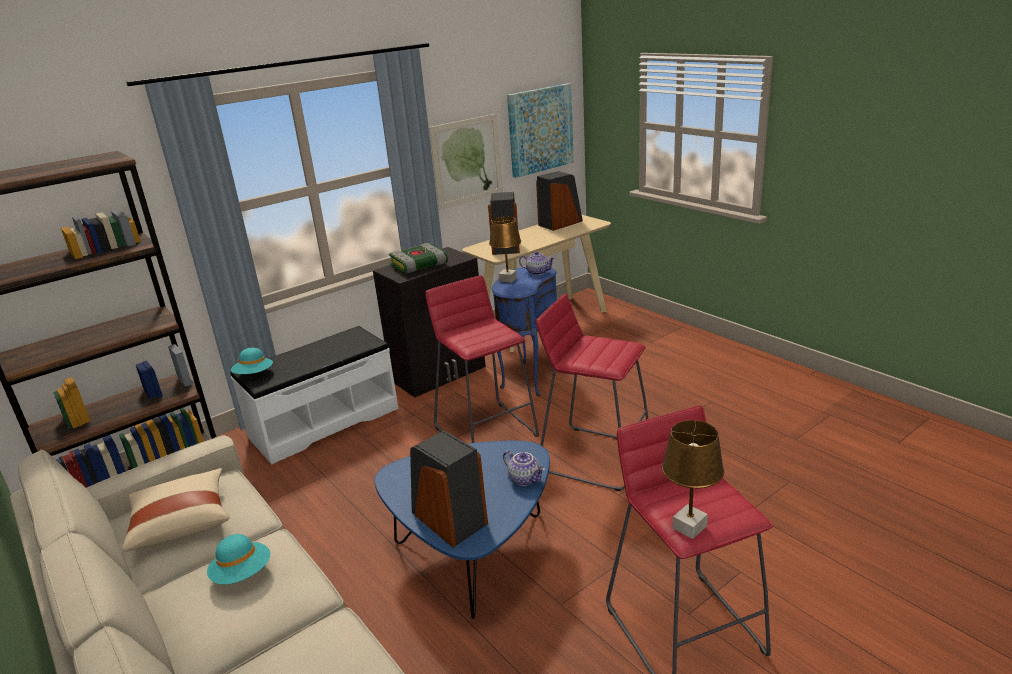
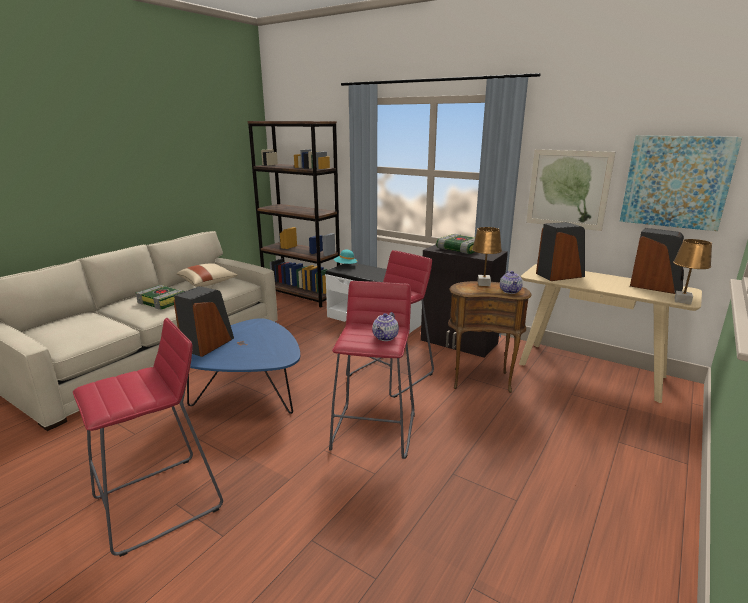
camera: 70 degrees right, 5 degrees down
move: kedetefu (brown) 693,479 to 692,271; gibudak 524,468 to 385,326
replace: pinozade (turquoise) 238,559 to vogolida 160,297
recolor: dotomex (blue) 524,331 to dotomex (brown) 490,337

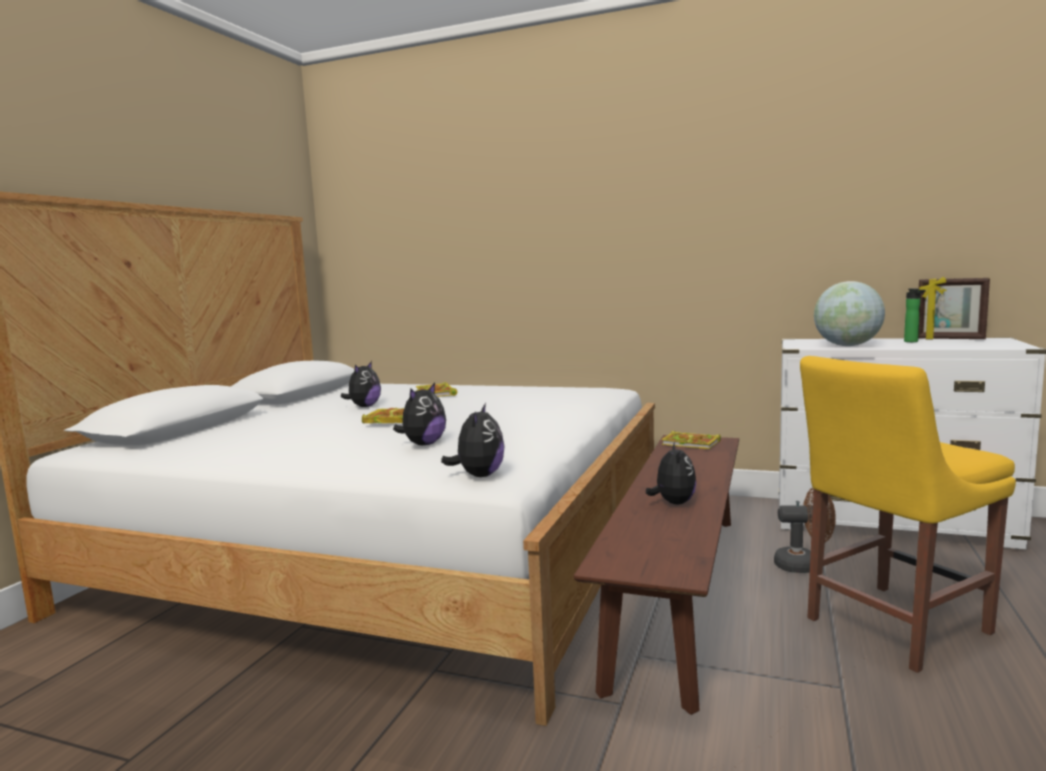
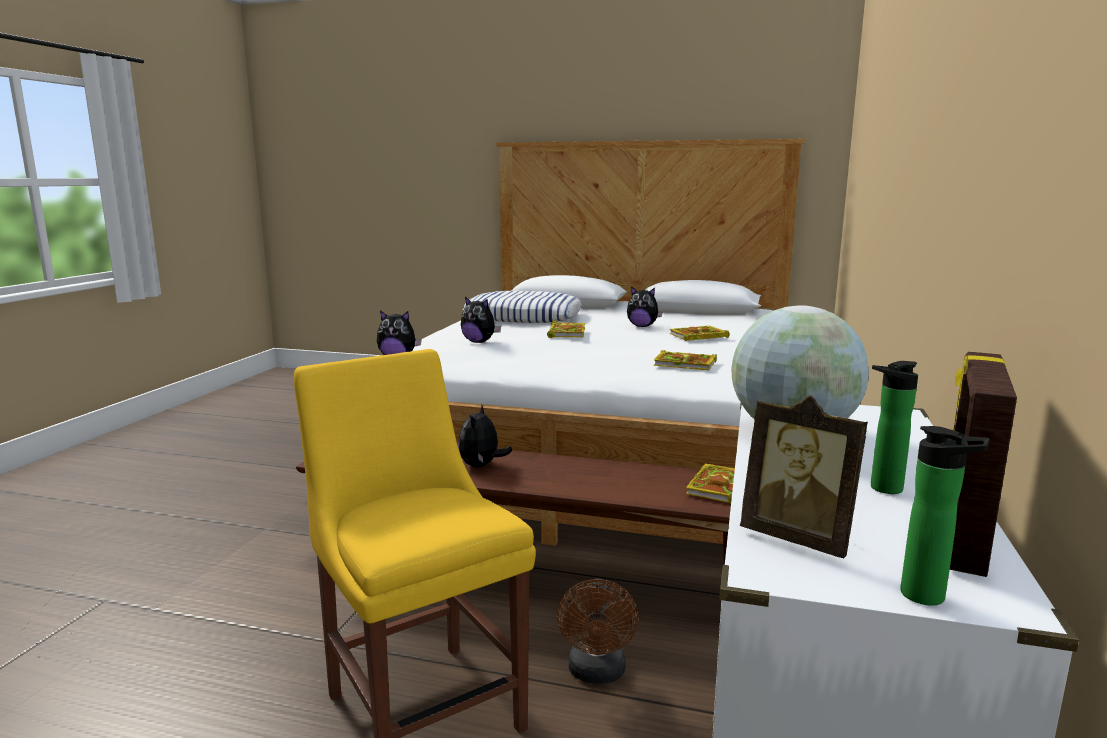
camera: 85 degrees right, 5 degrees up
insert: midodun 522,307; vogolida 685,360; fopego 804,476; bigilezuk 945,516
rotate: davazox 671,473 = 485,435 105 degrees clockwise

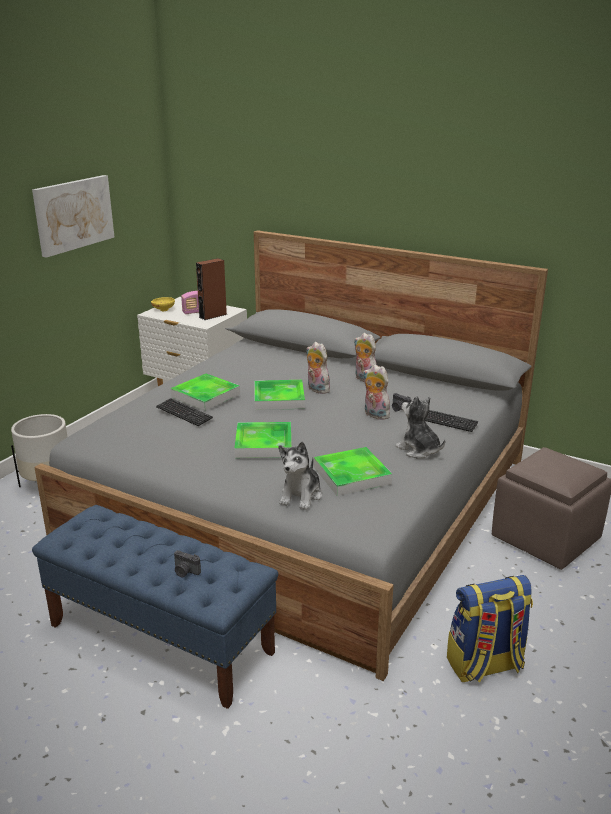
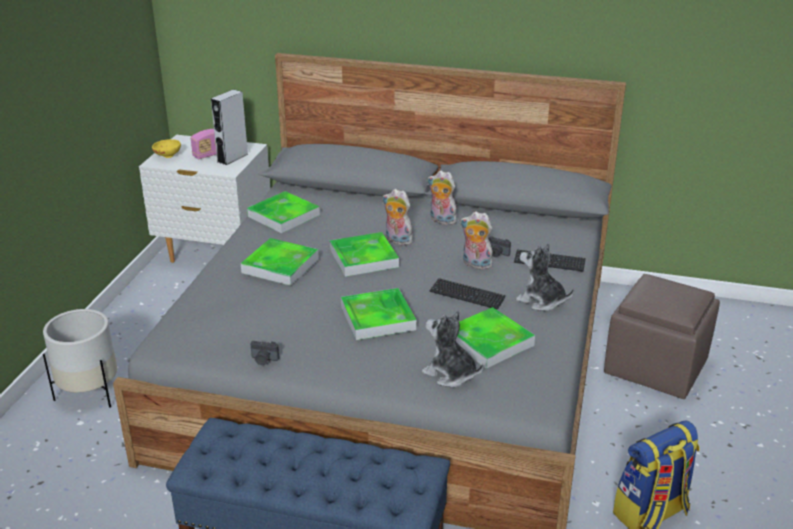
camera: 15 degrees left, 5 degrees up
delete: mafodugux 73,216
insert: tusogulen 283,212
move: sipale 184,412 to 467,294; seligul 187,564 to 264,353
recolor: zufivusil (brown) 211,289 to zufivusil (grey) 229,127
rotate: davazox 300,475 = 453,349 120 degrees clockwise

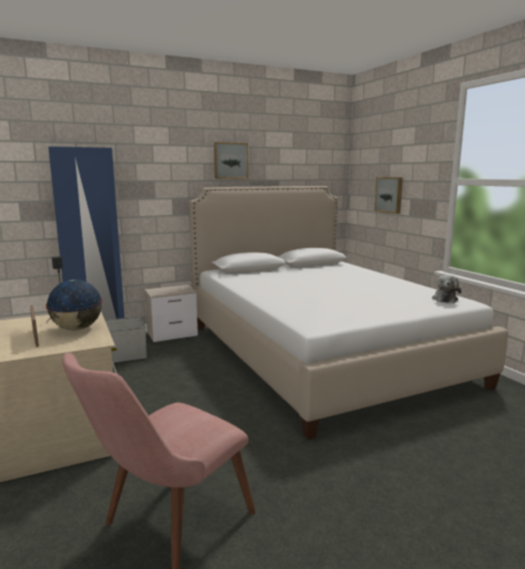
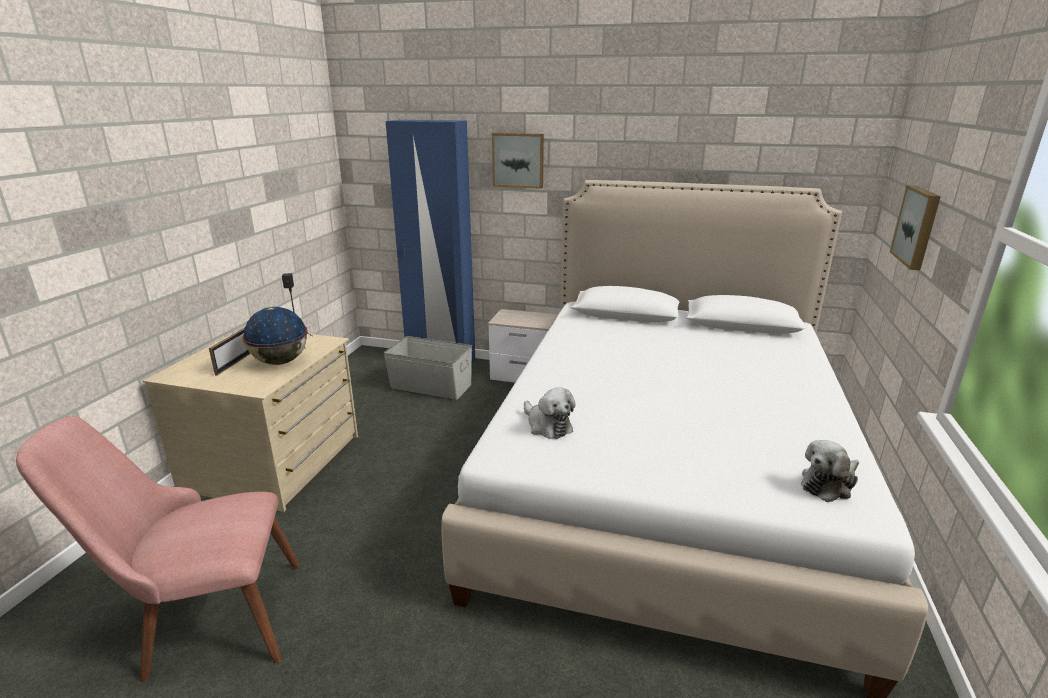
camera: 40 degrees right, 10 degrees up
insert: davazox 549,413
move: mafodugux 231,160 to 518,161

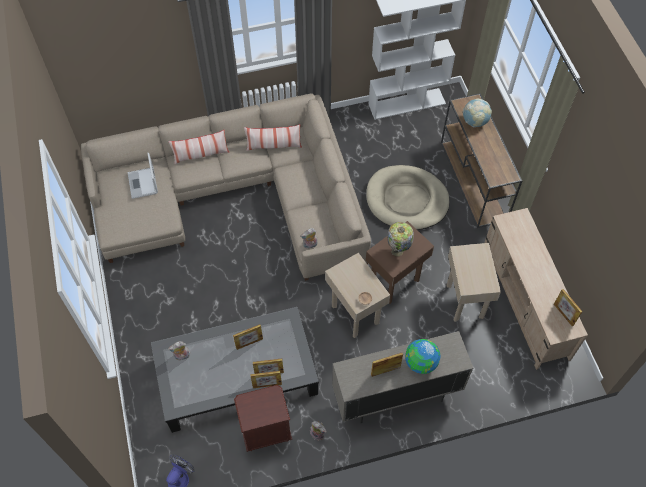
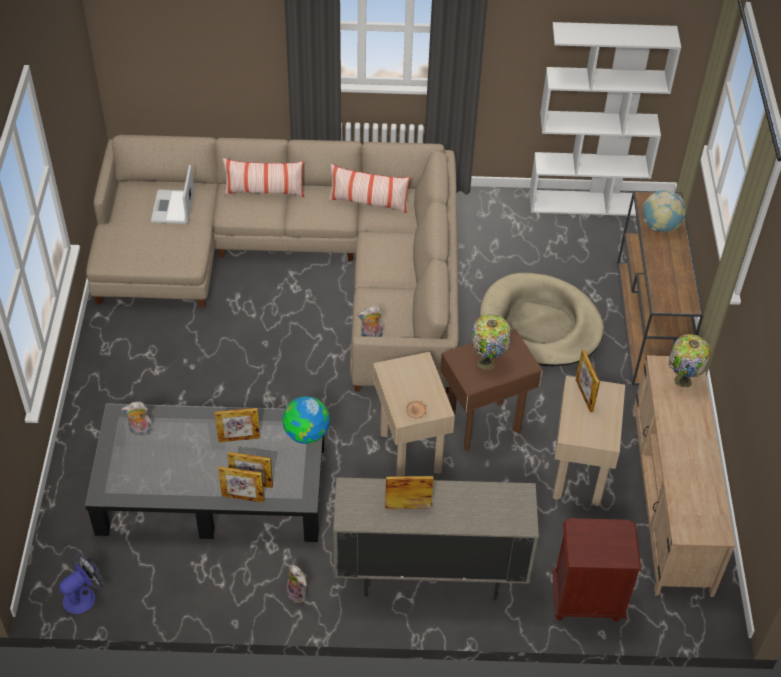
camera: 15 degrees right, 10 degrees down
insert: kedetefu 690,360
move: fopego 568,307 to 588,381; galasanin 422,356 to 306,420; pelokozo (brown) 263,418 to 596,570

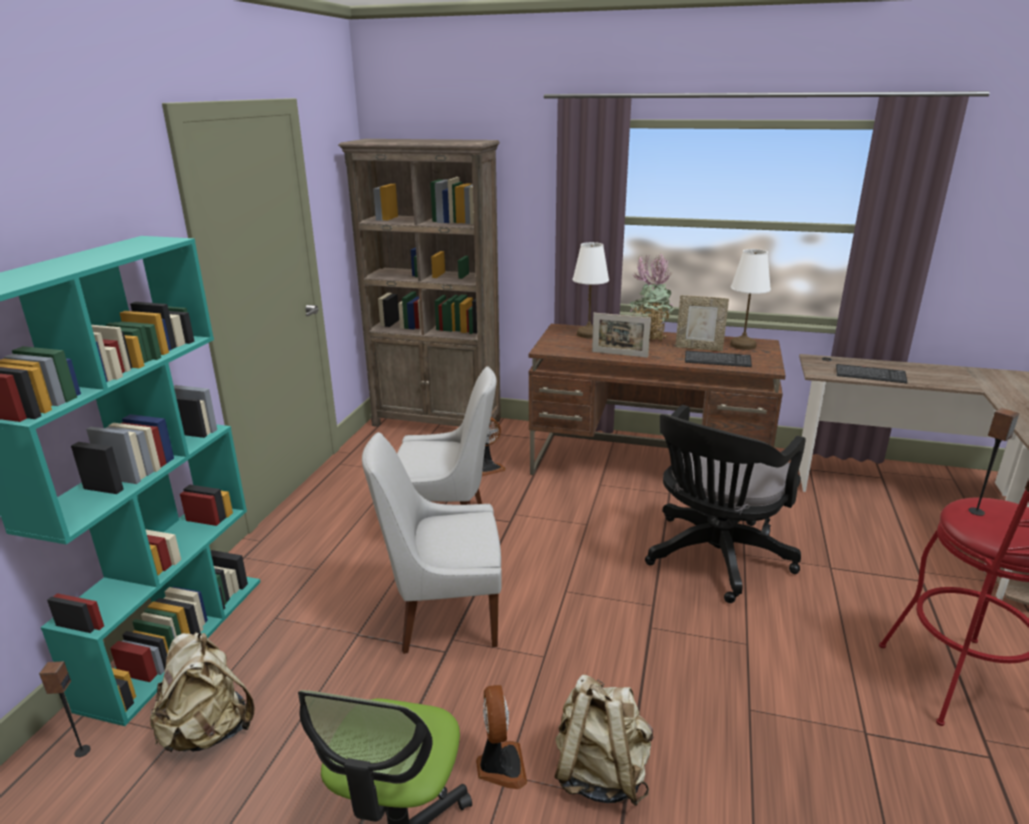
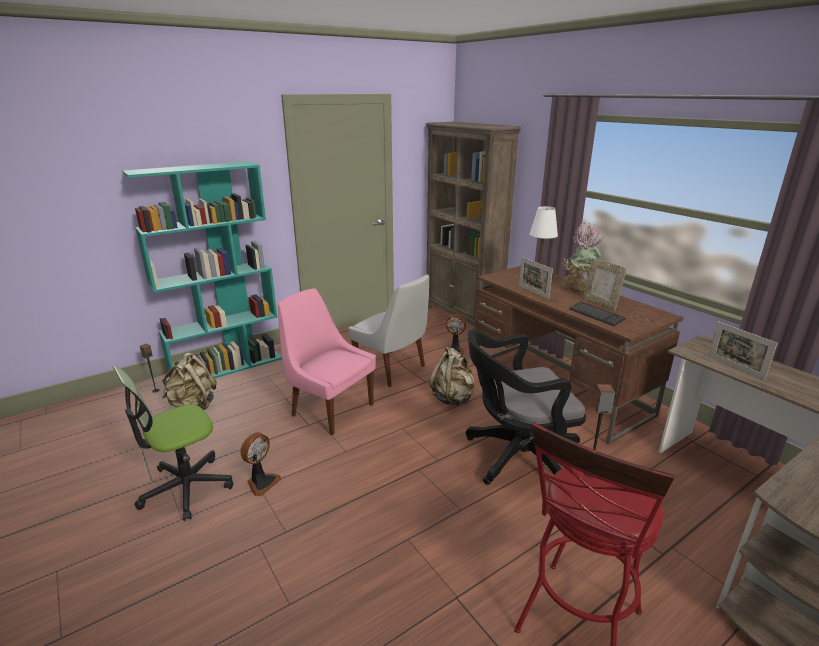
camera: 40 degrees right, 0 degrees up
delete: kedetefu (white) 750,299
move: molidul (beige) 604,740 to 452,376
replace: sipale 872,373 to fopego 743,350
recolor: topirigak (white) 432,543 to topirigak (pink) 327,361

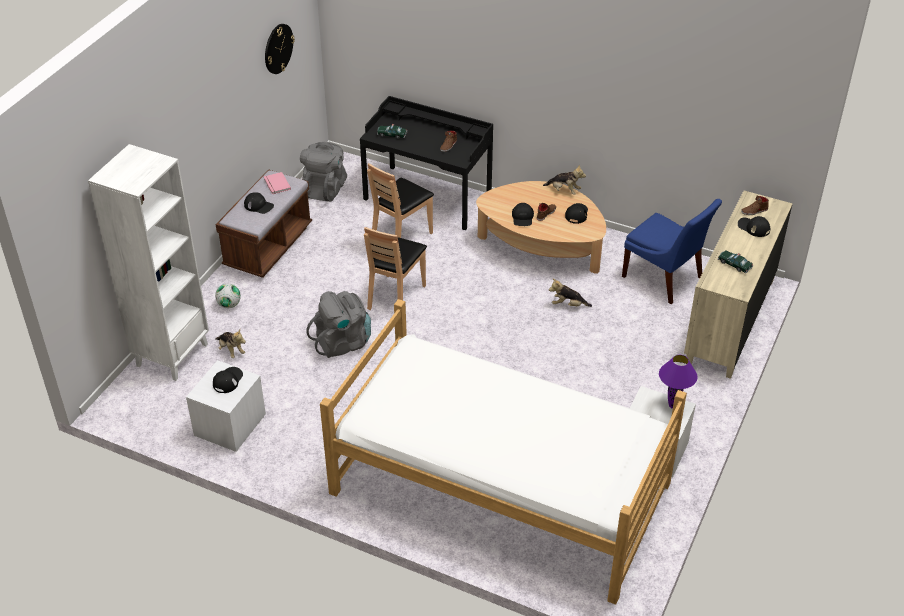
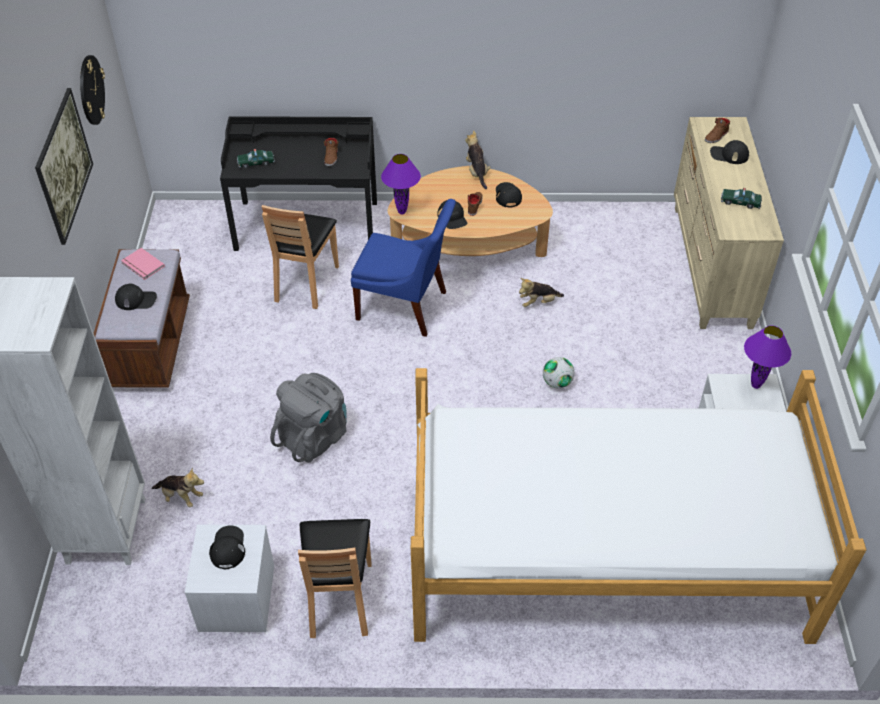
camera: 25 degrees left, 5 degrees up
delete: molidul (grey) 323,172
insert: mafodugux 64,166; kedetefu (purple) 401,184
move: topirigak (blue) 672,251 to 403,268; topirigak (brown) 395,268 to 335,578; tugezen 228,296 to 558,373
rotate: davazox 564,179 = 478,159 105 degrees counterclockwise

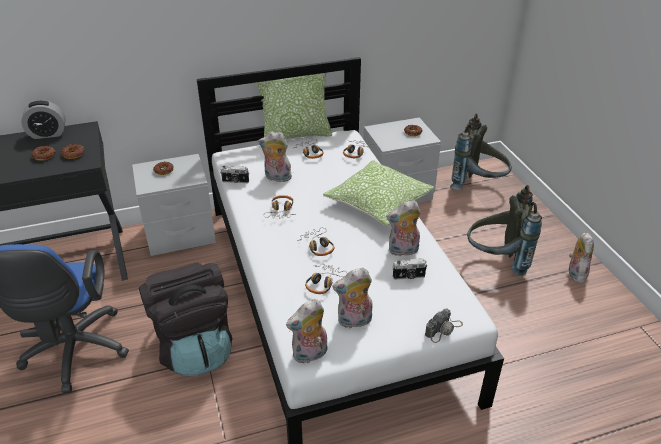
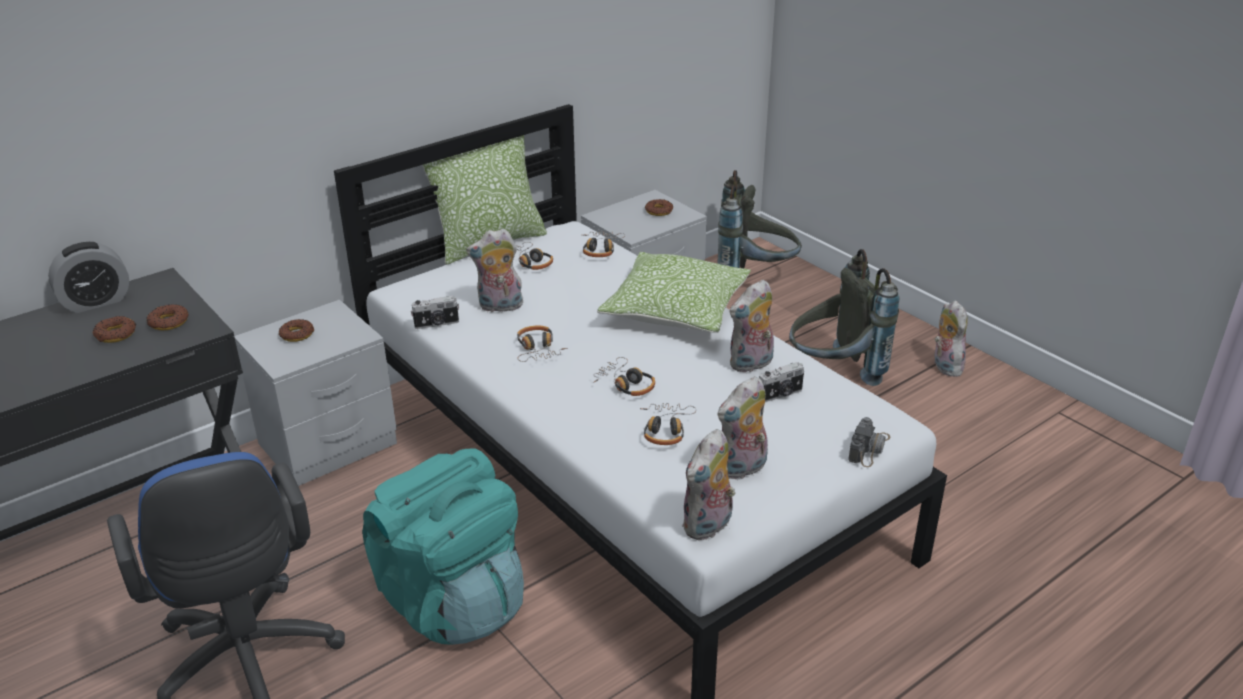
camera: 20 degrees left, 5 degrees down
recolor: molidul (black) 185,319 to molidul (turquoise) 443,547

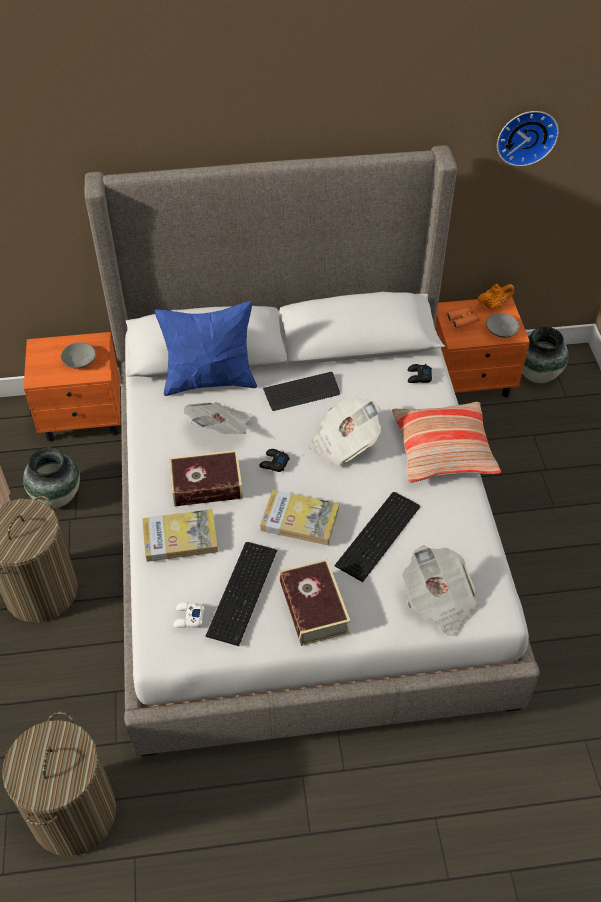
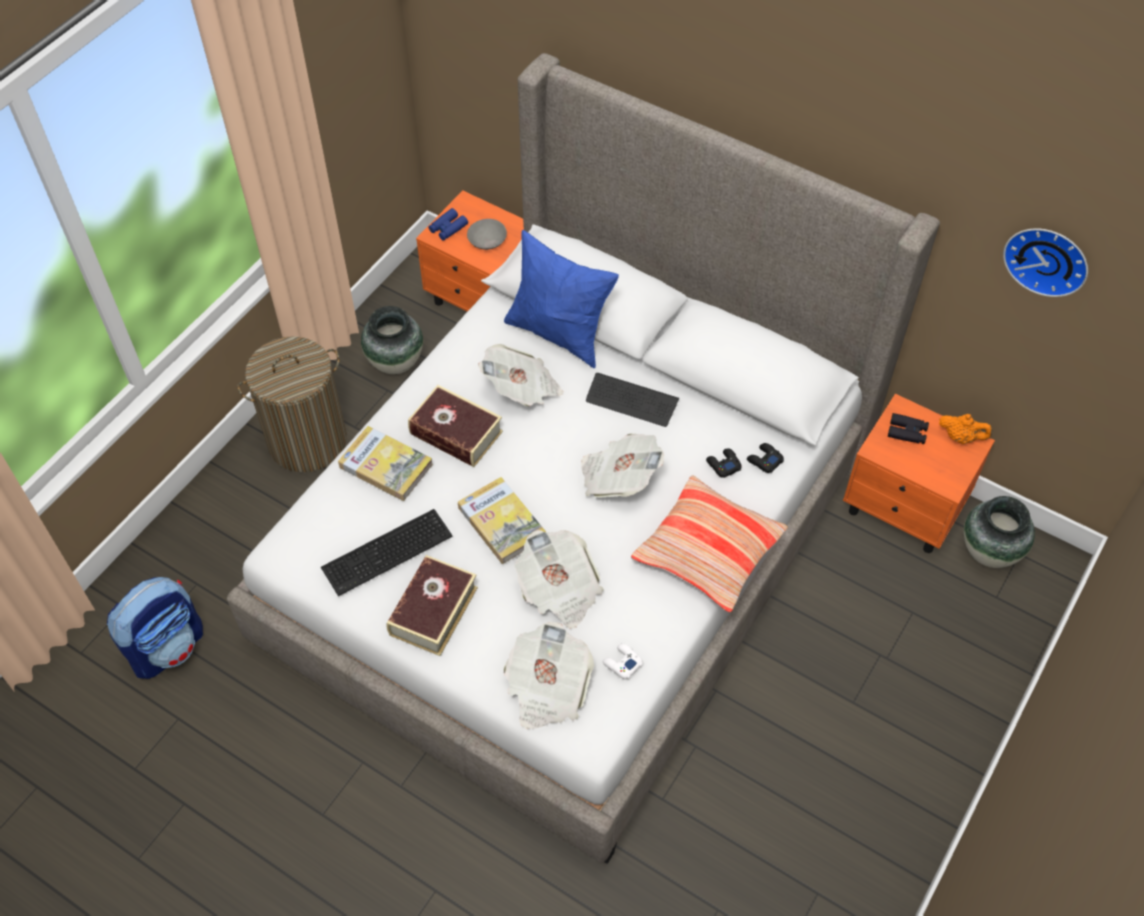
camera: 40 degrees right, 5 degrees up
delete: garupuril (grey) 503,325
insert: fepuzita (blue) 448,224
move: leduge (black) 274,460 to 724,463; leduge (white) 188,615 to 623,661
replace: sipale 377,537 to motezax 559,579; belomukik 59,784 to molidul 155,628
recolor: fepuzita (orange) 463,317 to fepuzita (black) 908,428

